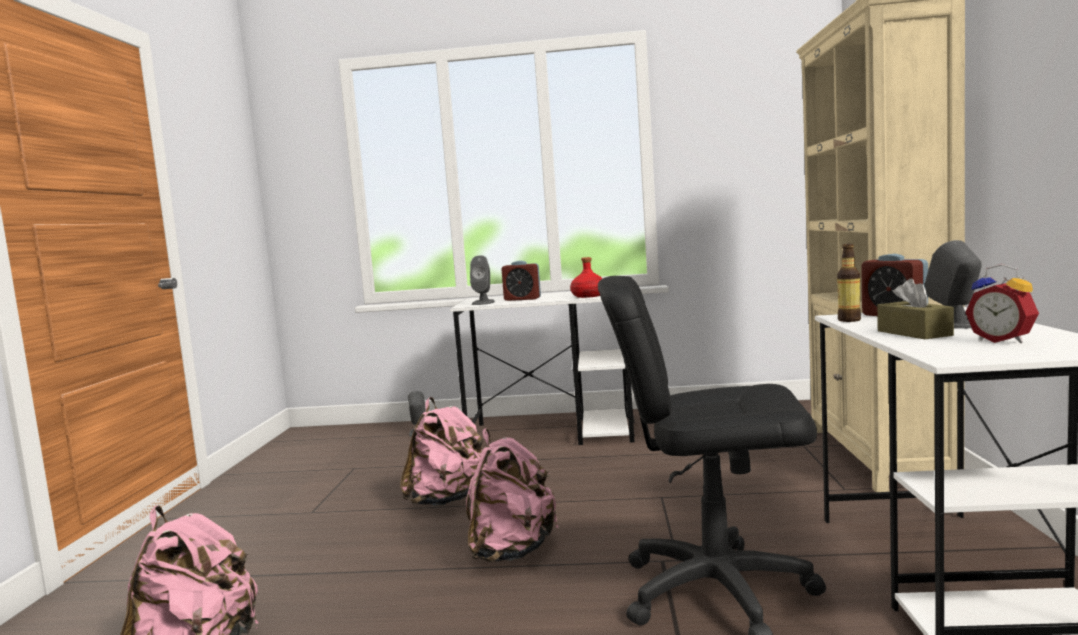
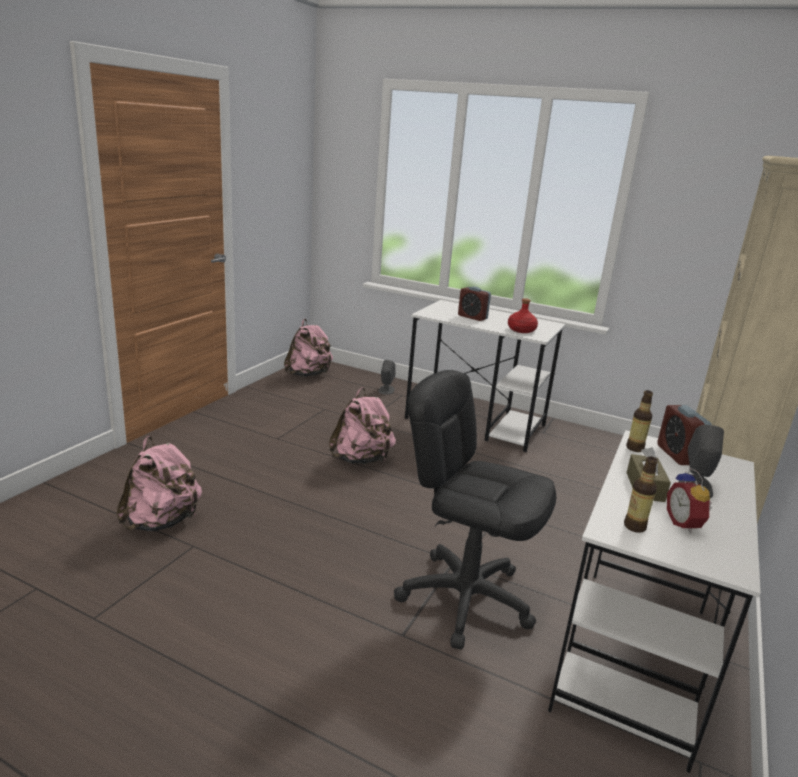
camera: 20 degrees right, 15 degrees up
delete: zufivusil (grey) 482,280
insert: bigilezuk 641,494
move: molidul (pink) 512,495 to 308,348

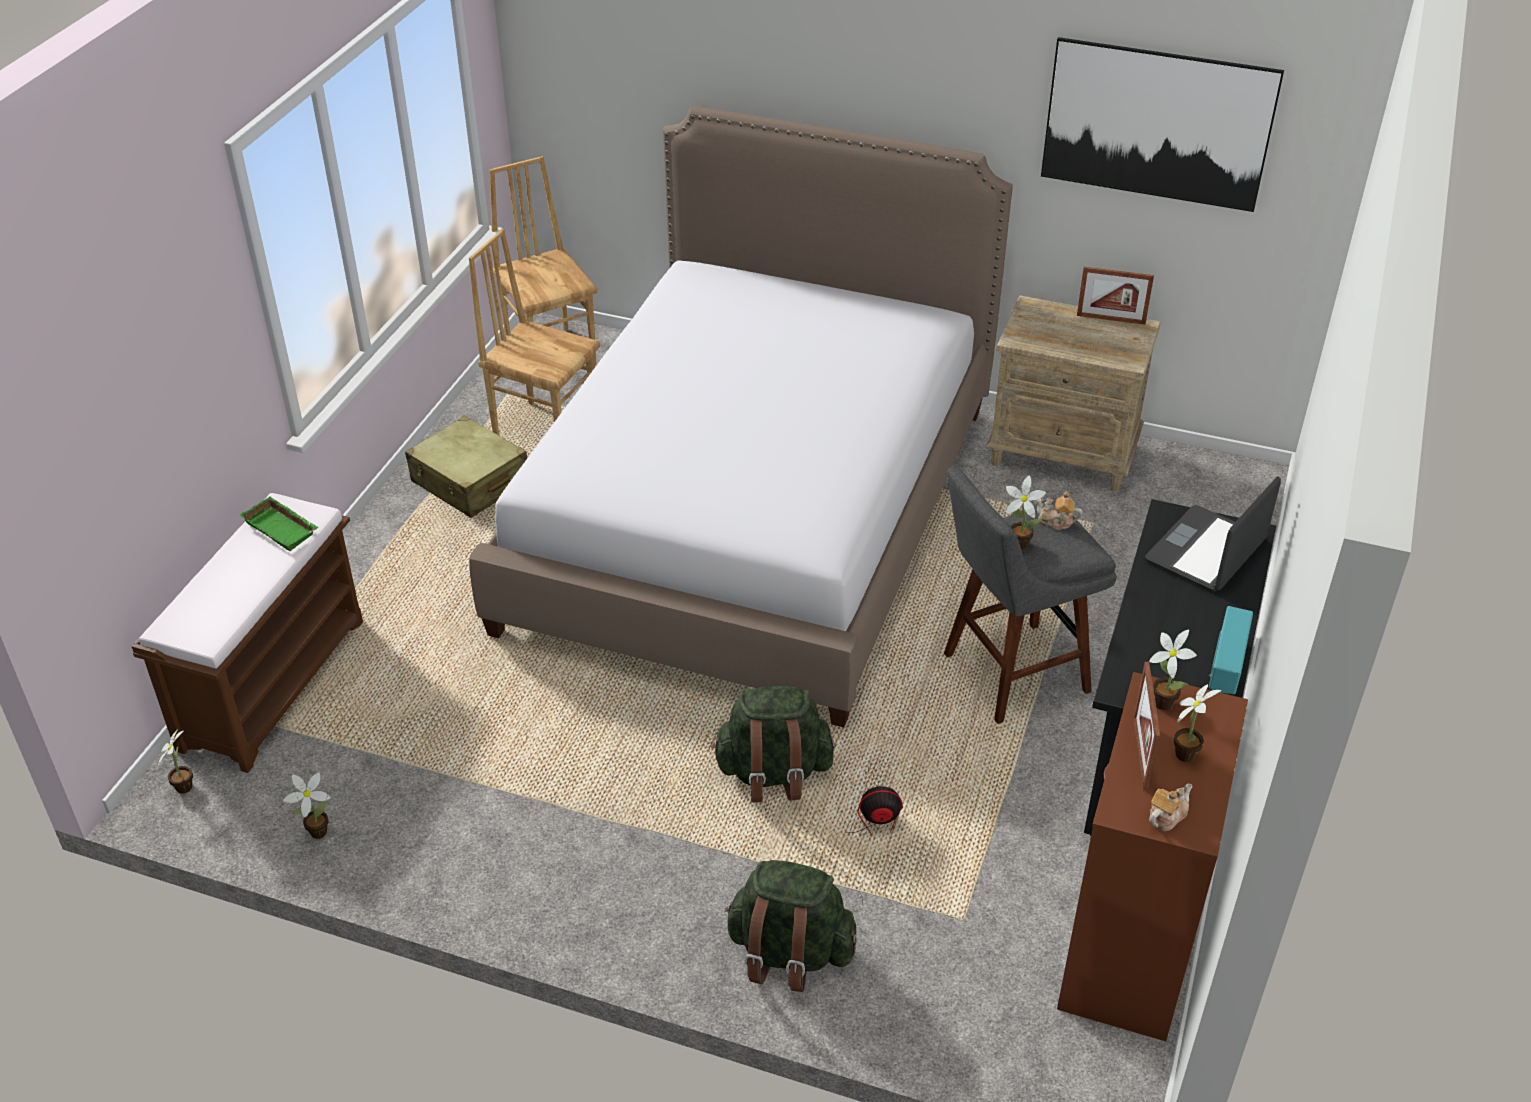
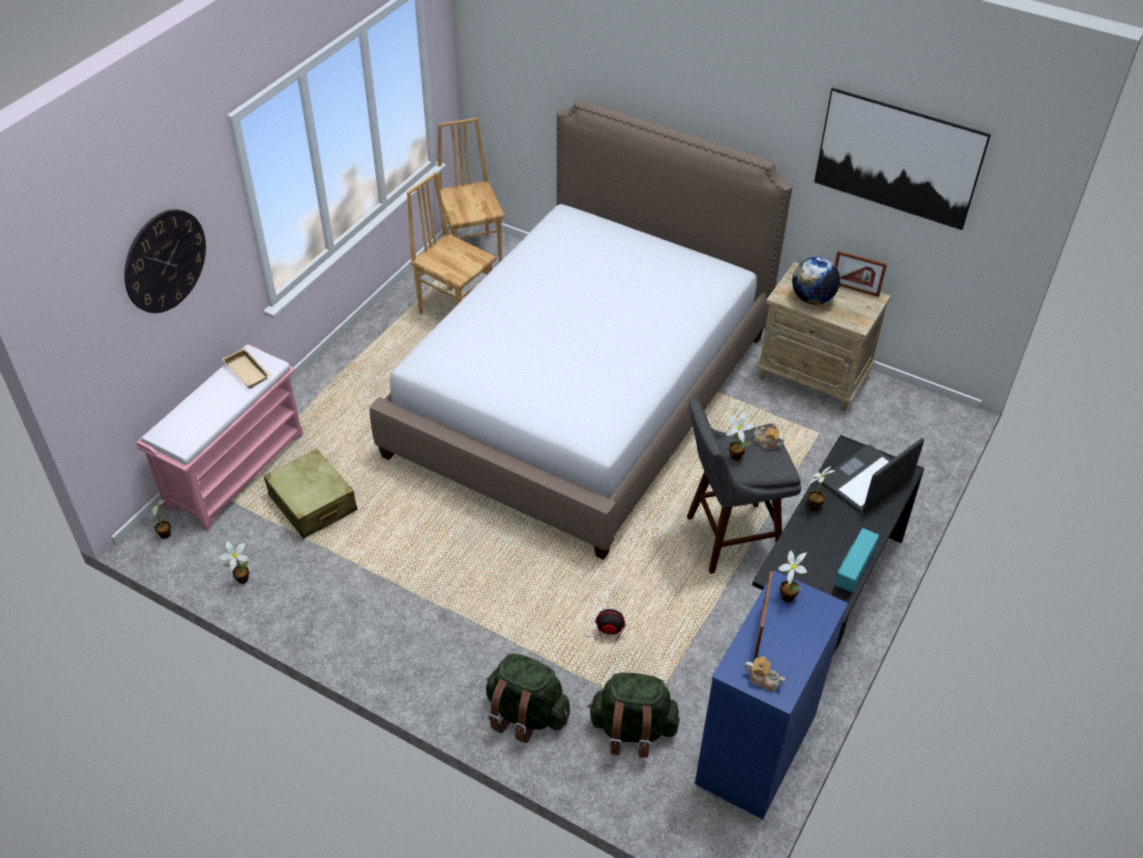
camera: 10 degrees right, 5 degrees up
insert: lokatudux 165,261; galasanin 816,280
move: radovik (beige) 466,467 to 311,494; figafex 1197,723 to 821,488; molidul (green) 773,744 to 634,715
recolor: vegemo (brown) 247,633 to vegemo (pink) 219,437; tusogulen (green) 279,524 to tusogulen (beige) 246,368; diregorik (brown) 1152,856 to diregorik (blue) 771,694
rotate: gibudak 1170,807 = 765,674 60 degrees clockwise

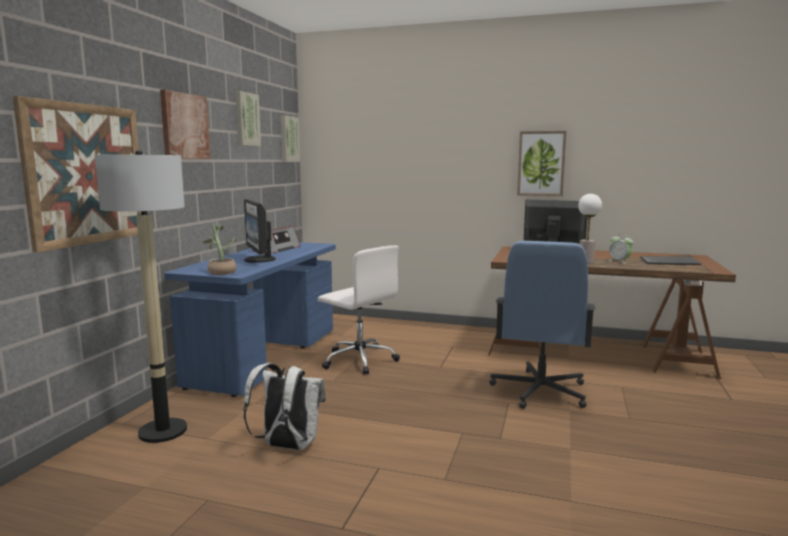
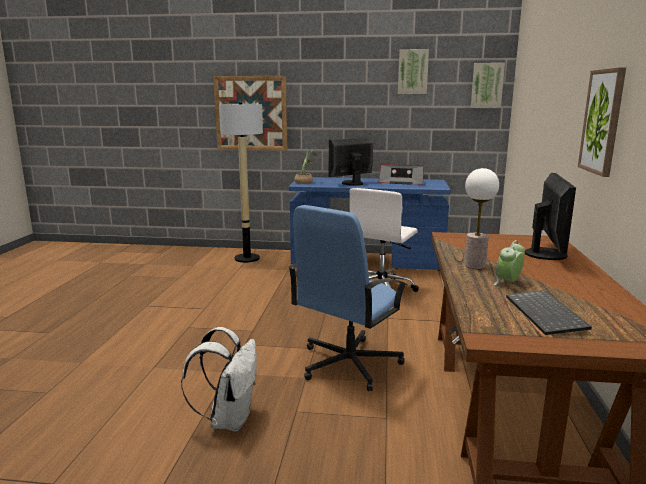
camera: 80 degrees right, 5 degrees up
delete: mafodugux 185,124
move: molidul (white) 284,406 to 219,379
rotate: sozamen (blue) 542,325 = 347,298 60 degrees counterclockwise

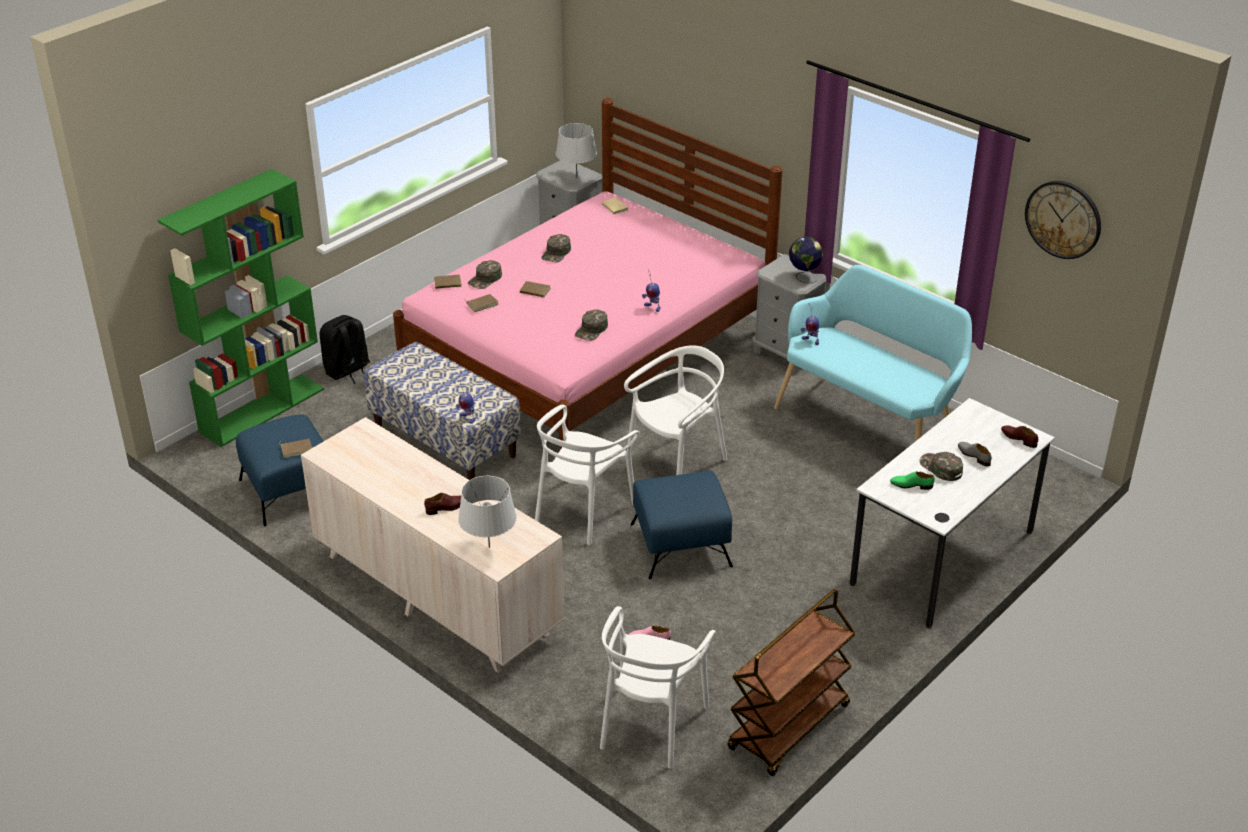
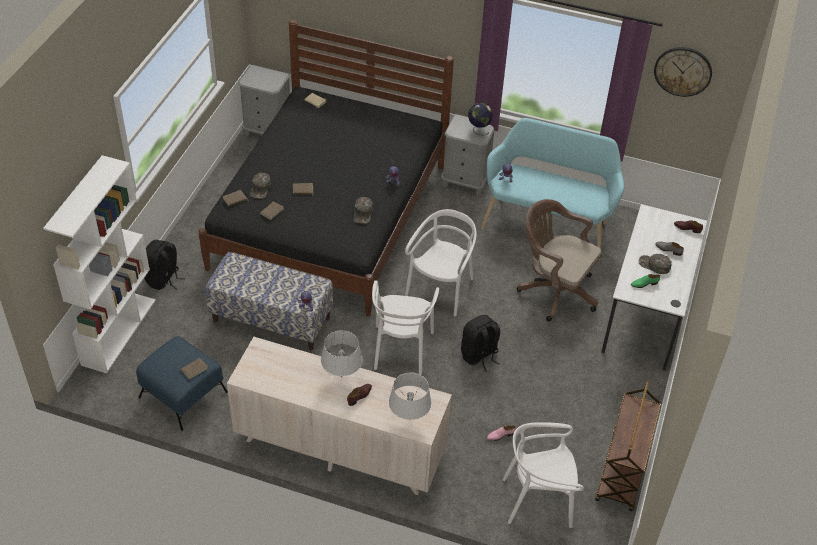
camera: 25 degrees left, 10 degrees up
delete: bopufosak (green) 556,248
insert: sozamen (brown) 559,260
move: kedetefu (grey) 576,149 to 341,353
replace: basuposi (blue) 682,525 to molidul (black) 480,343
recolor: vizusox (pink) 588,274 to vizusox (black) 326,168; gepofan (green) 240,308 to gepofan (white) 99,264
rotate: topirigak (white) 658,687 = 543,475 90 degrees clockwise

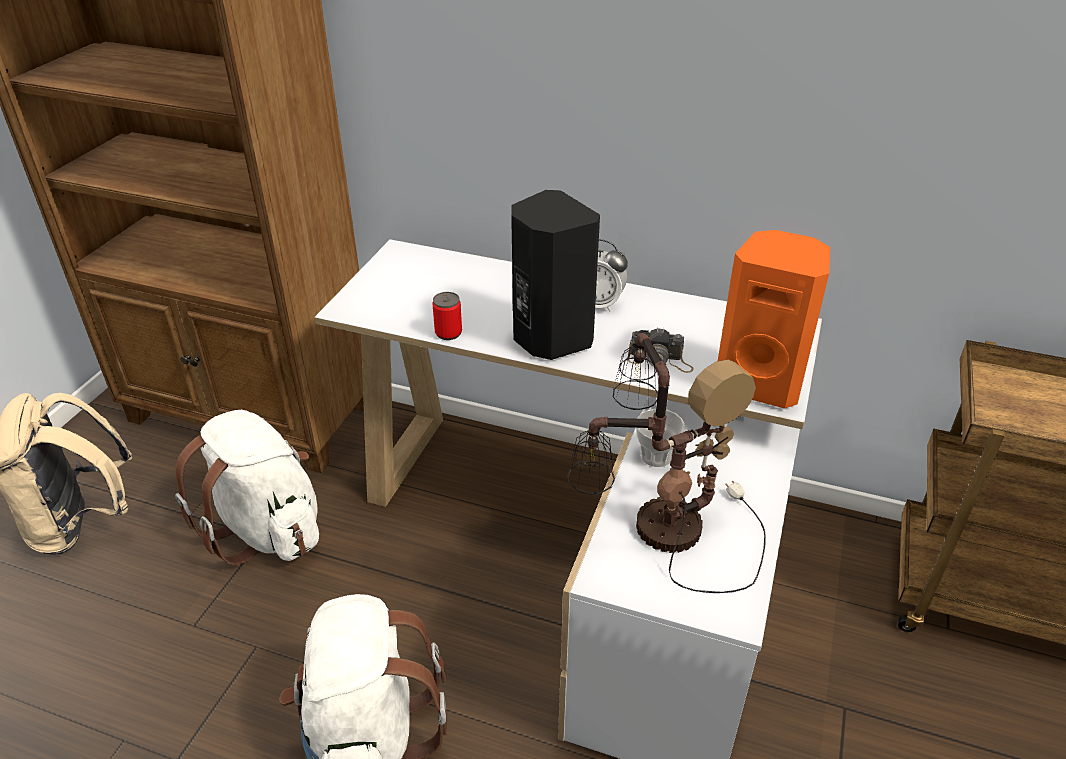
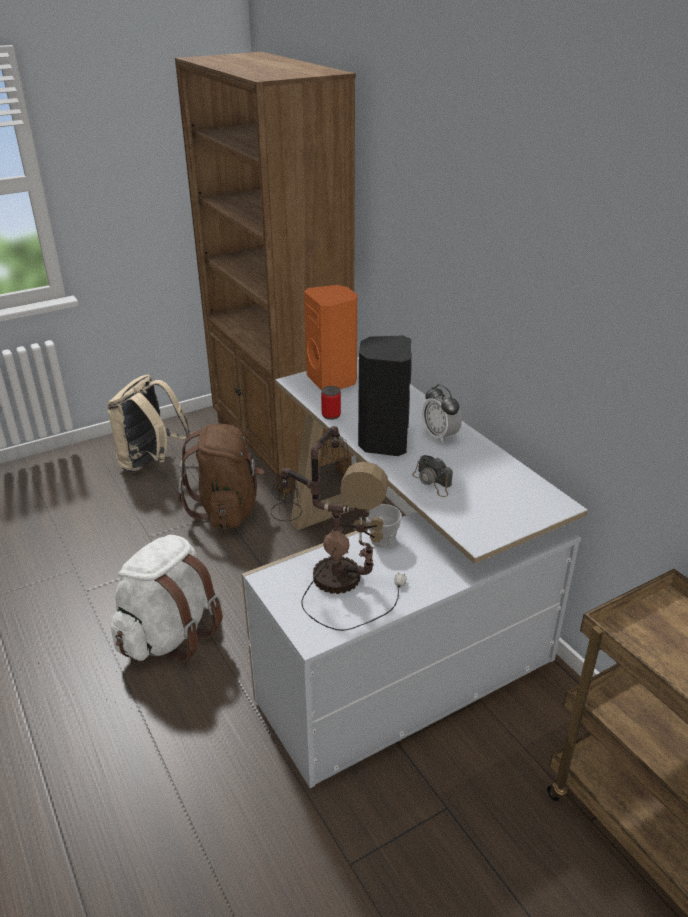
camera: 40 degrees right, 5 degrees down
move: zufivusil (orange) 774,319 to 330,338
recolor: molidul (white) 247,487 to molidul (brown) 221,476

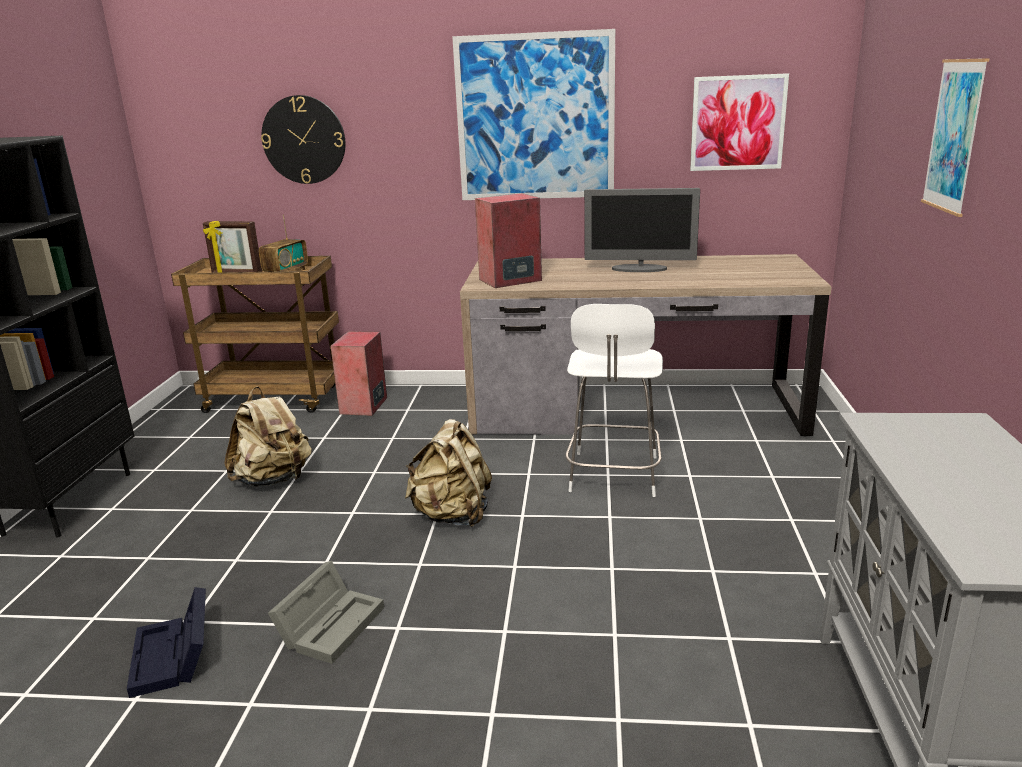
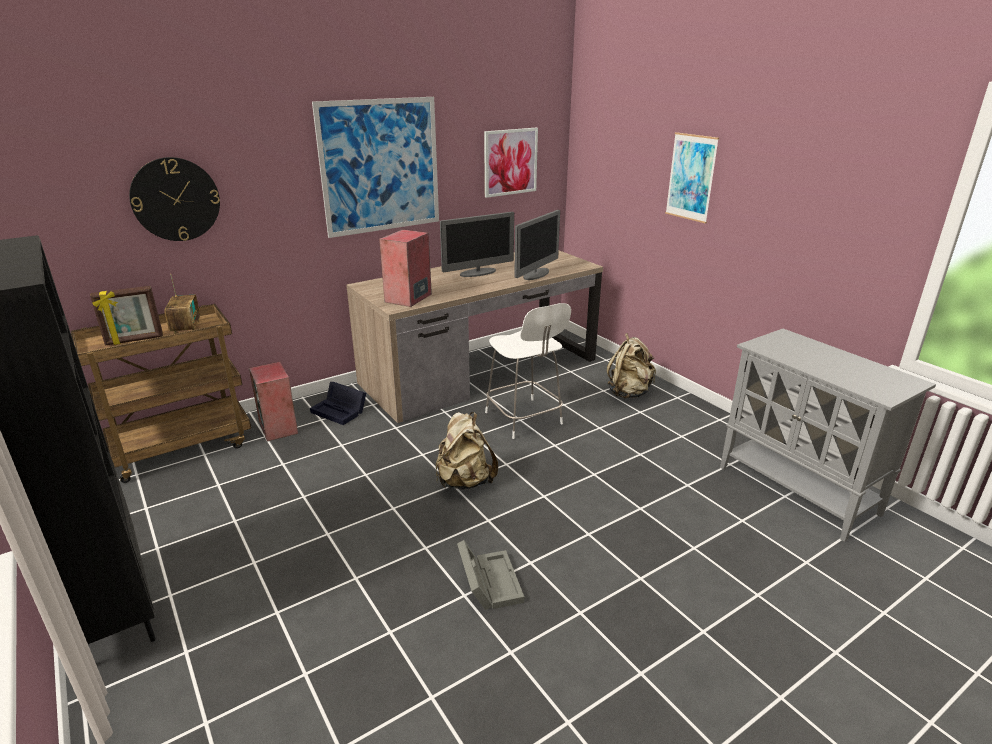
camera: 40 degrees left, 5 degrees up
insert: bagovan 537,245
move: molidul (beige) 268,437 to 631,365; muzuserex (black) 166,642 to 338,403

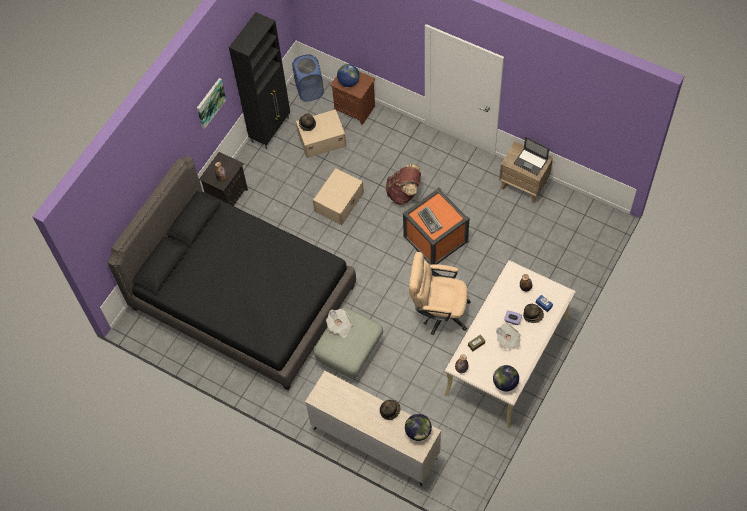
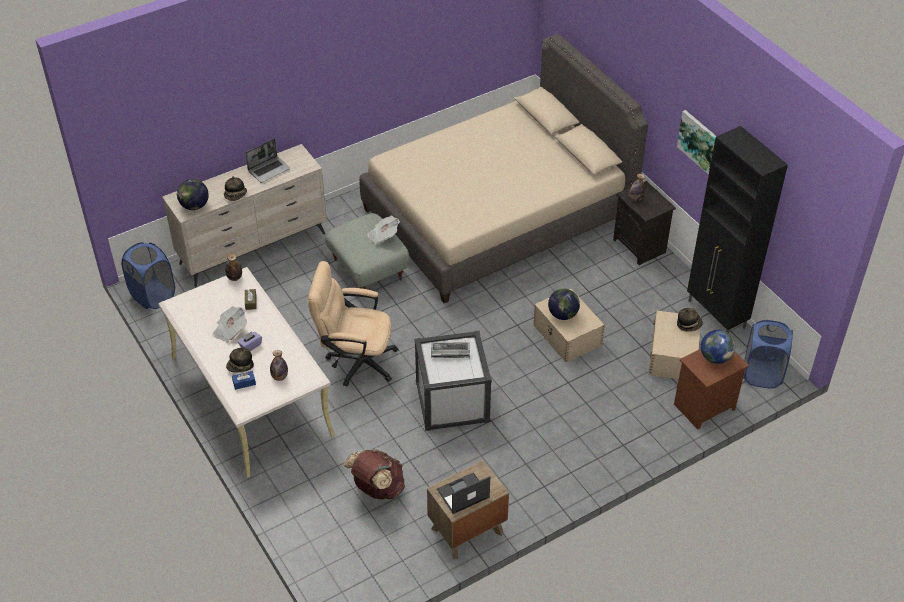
camera: 115 degrees right, 15 degrees down
insert: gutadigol 267,161; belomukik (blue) 148,275
move: molidul (brown) 403,184 to 374,474; galasanin 506,378 to 564,304
recolor: vizusox (black) 231,272 to vizusox (beige) 503,168; muzuserex (orange) 436,226 to muzuserex (white) 453,381
rotate: sozamen (beige) 440,293 = 353,323 120 degrees counterclockwise

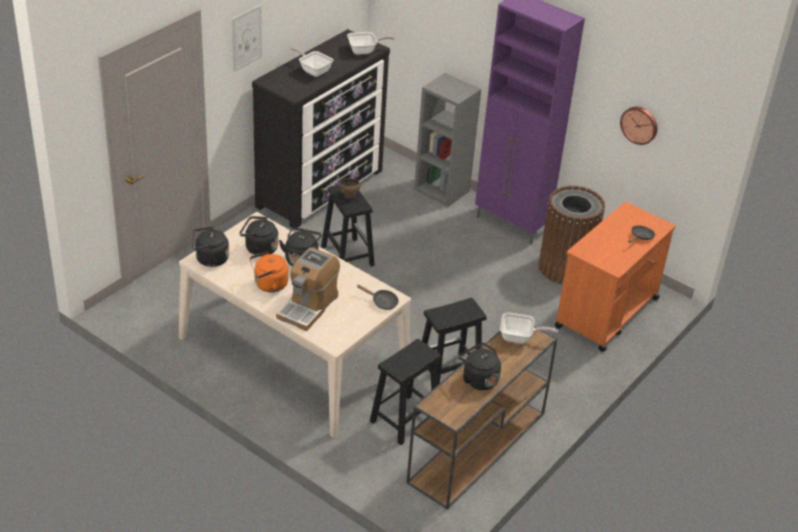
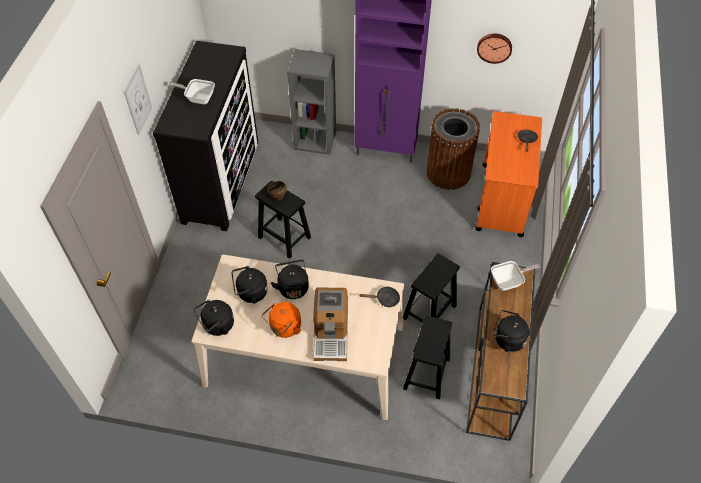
camera: 25 degrees left, 15 degrees up
delete: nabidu 371,43

